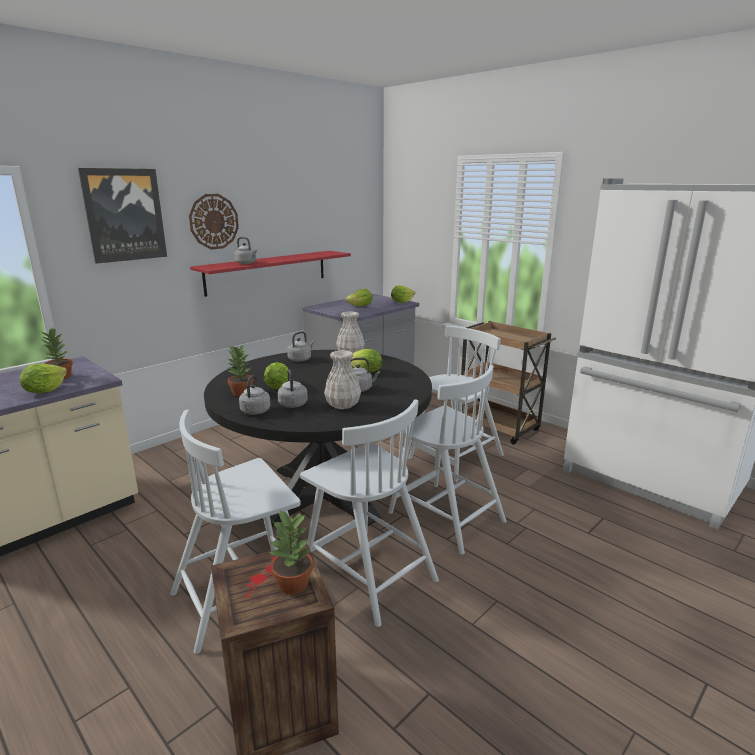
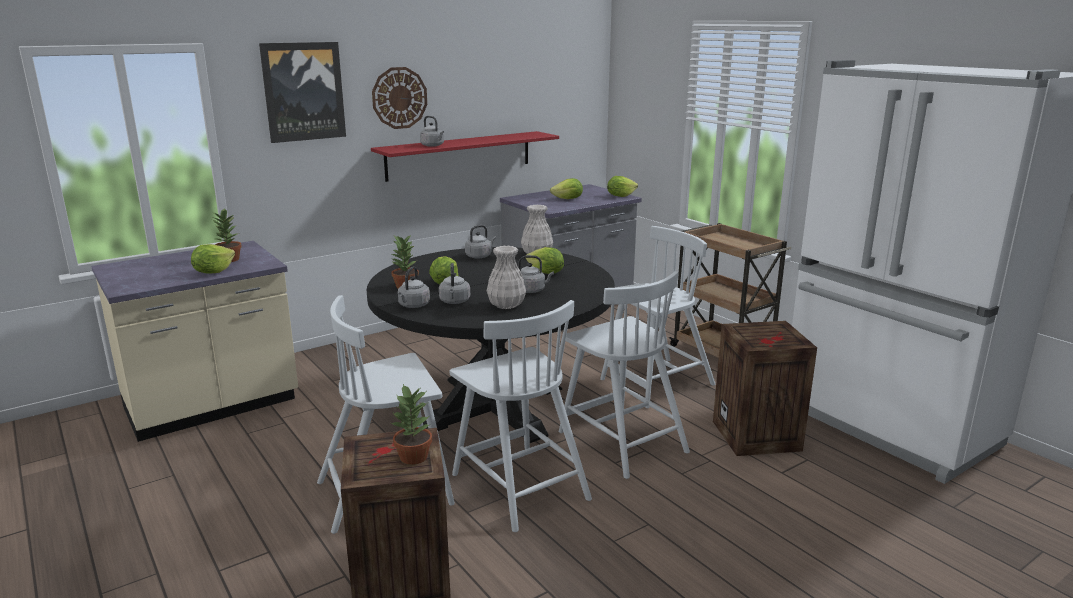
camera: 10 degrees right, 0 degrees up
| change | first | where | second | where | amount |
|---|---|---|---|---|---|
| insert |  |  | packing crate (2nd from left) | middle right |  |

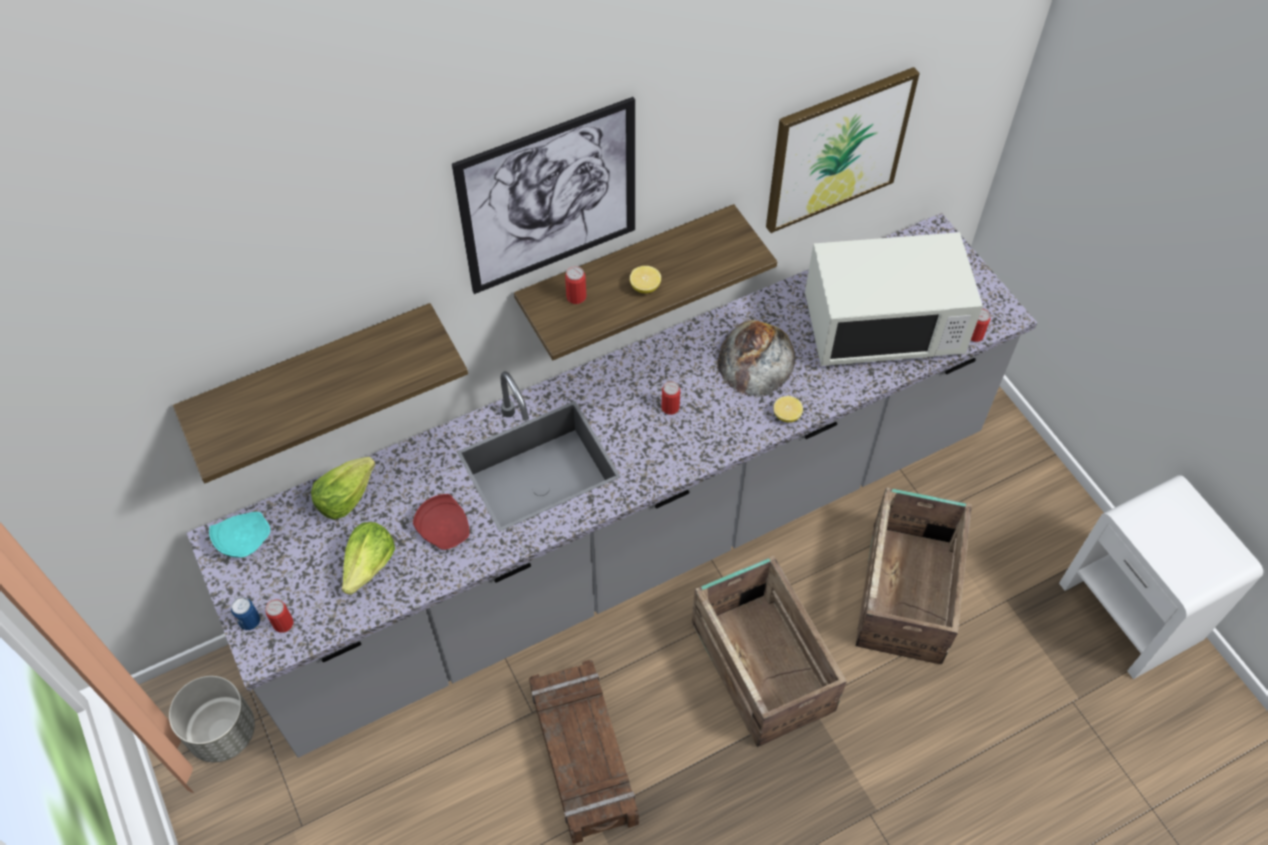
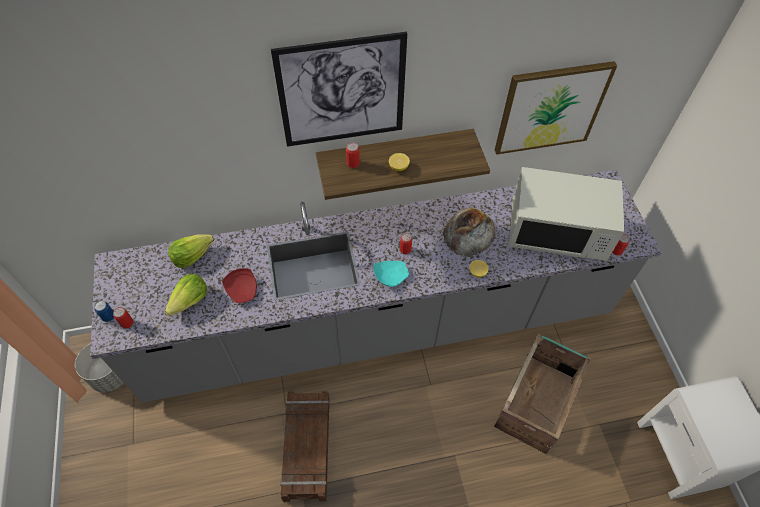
camera: 15 degrees right, 0 degrees up
| change | first | where | second | where | amount |
|---|---|---|---|---|---|
| delete | wall shelf (1st from left) | middle left |  |  |  |
| move | blue-green plate | middle left |  | centre |  |
| delete | packing crate (2nd from left) | bottom centre |  |  |  |

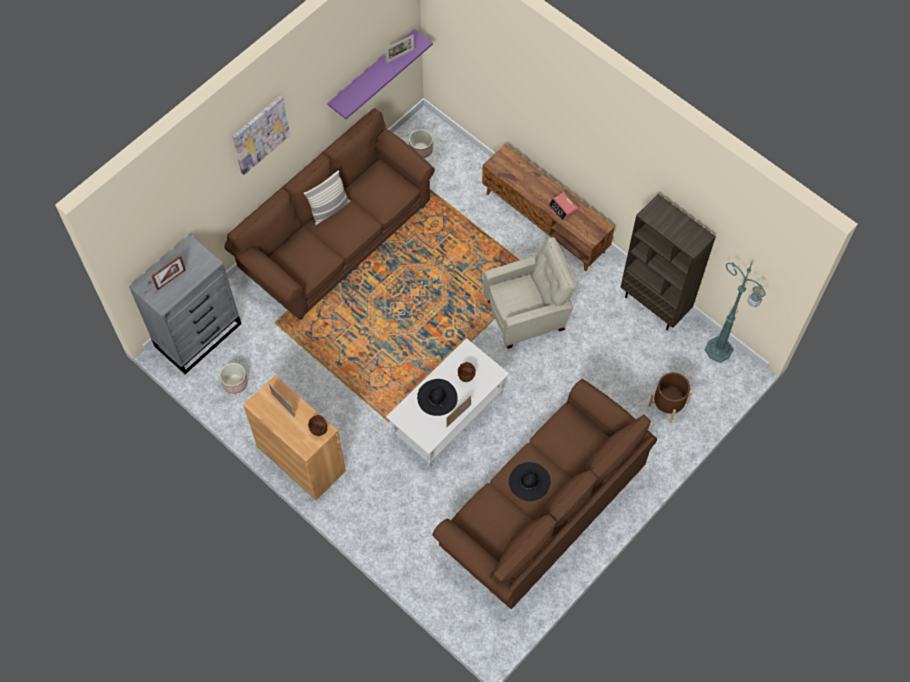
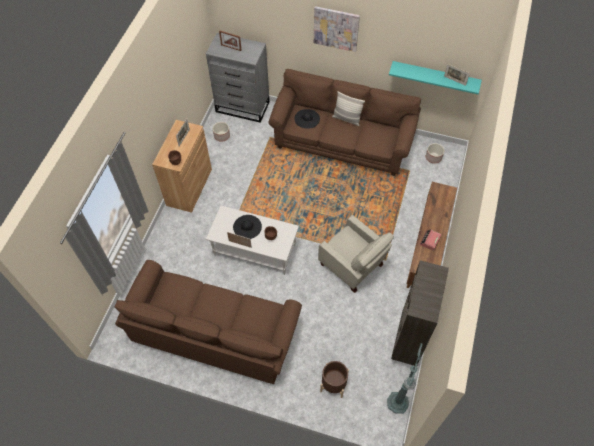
camera: 65 degrees right, 5 degrees down
| change | first | where | second | where | amount |
|---|---|---|---|---|---|
| recolor | purple-coloured wall shelf | top centre | blue-green wall shelf | top right |  |
| move | blackish wearable hat (2nd from left) | bottom centre |  | top centre |  |

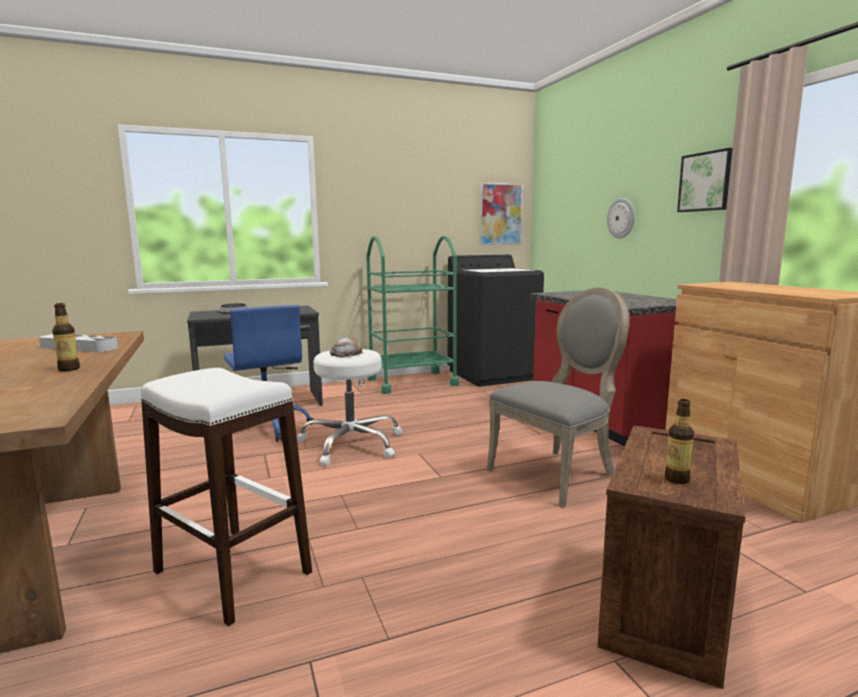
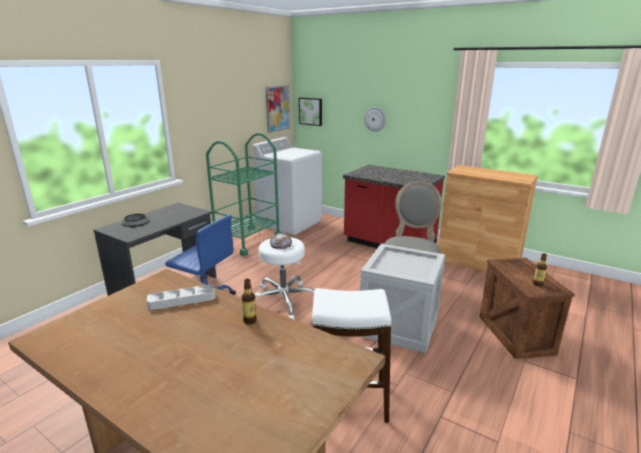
camera: 35 degrees left, 10 degrees up
| change | first | where | second | where | amount |
|---|---|---|---|---|---|
| recolor | blackish laundry machine | centre | white laundry machine | centre |  |
| move | picture (2nd from left) | top right |  | top centre |  |
| insert |  |  | packing crate (1st from left) | centre |  |

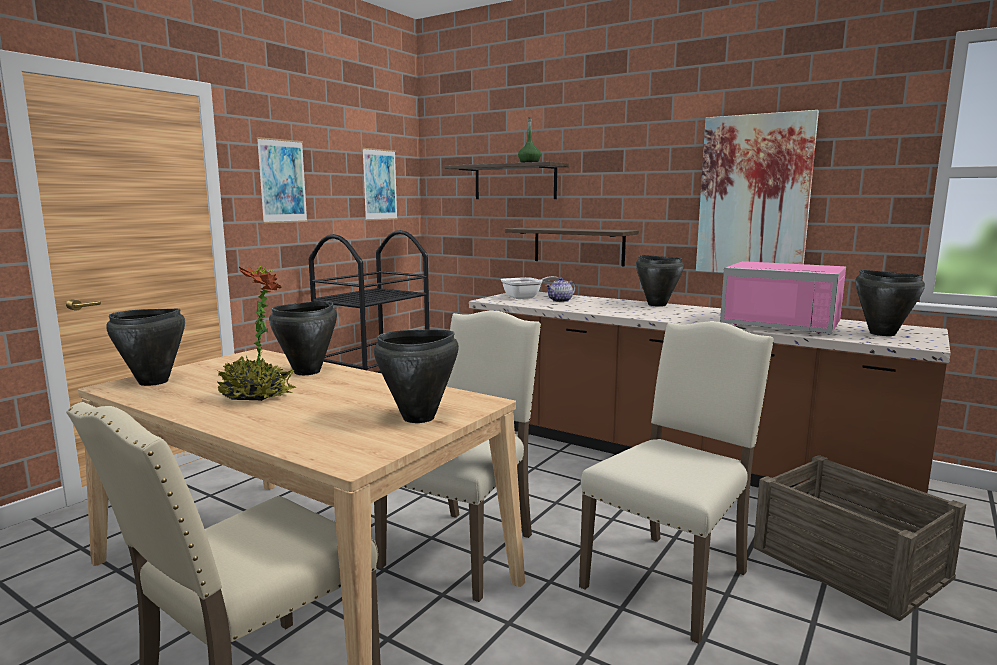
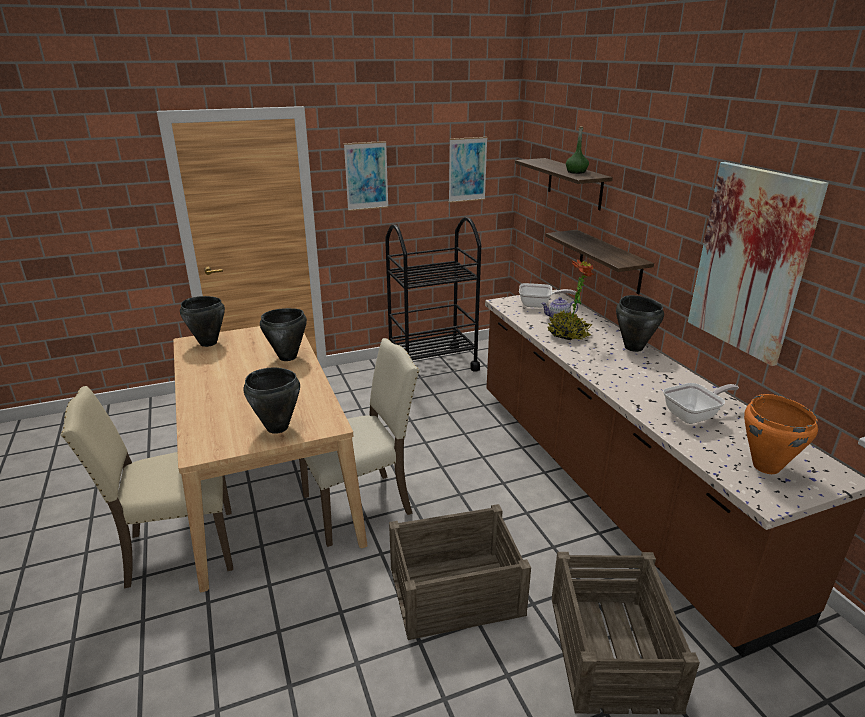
camera: 35 degrees right, 15 degrees up
| change | first | where | second | where | amount |
|---|---|---|---|---|---|
| move | potted plant | middle left |  | centre |  |
| replace | beige chair (3rd from left) | bottom right | packing crate (1st from left) | bottom centre |  |
| replace | pinkish microwave oven | middle right | frying pan (2nd from left) | middle right |  |
| recolor | blackish saucepot (5th from left) | middle right | orange-coloured saucepot | middle right |  |

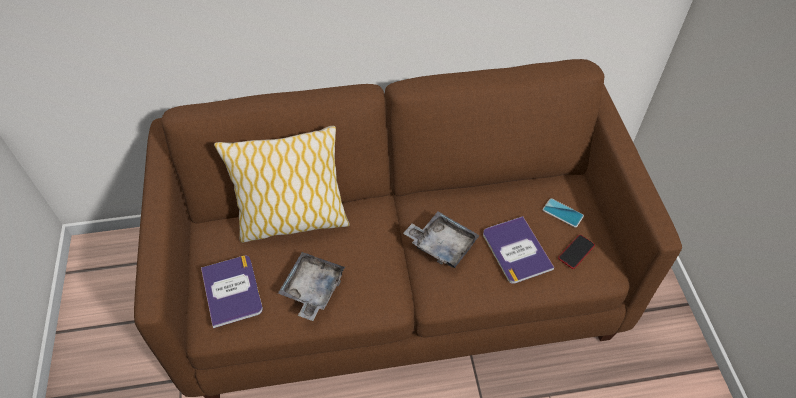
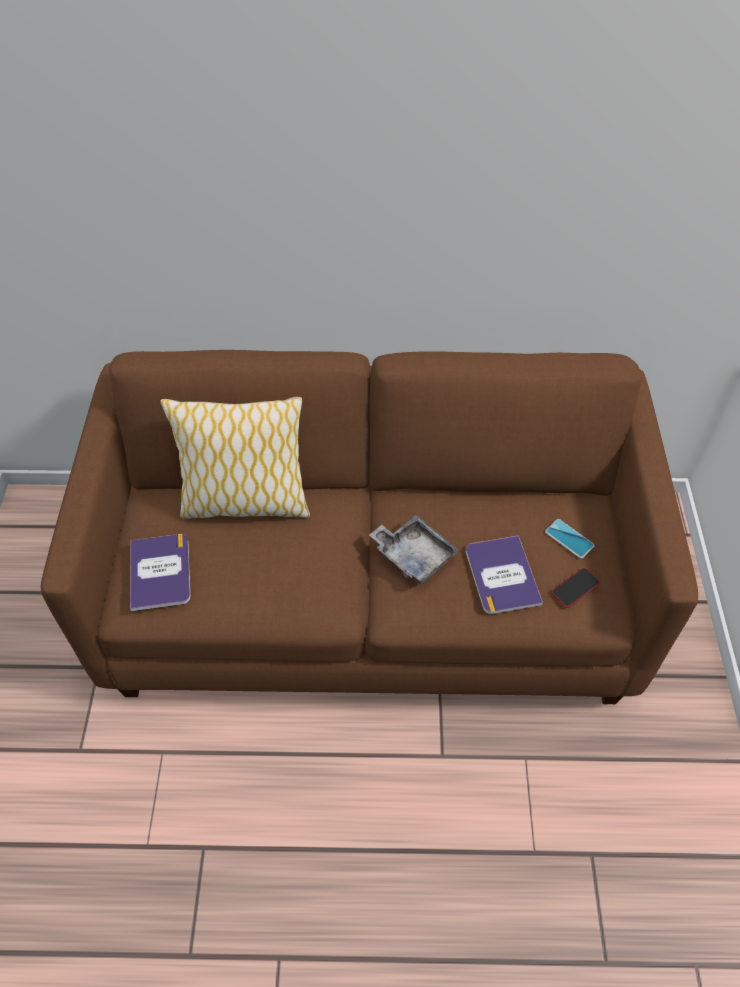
camera: 10 degrees right, 0 degrees up
| change | first | where | second | where | amount |
|---|---|---|---|---|---|
| delete | gray carrying tray (1st from left) | bottom centre |  |  |  |

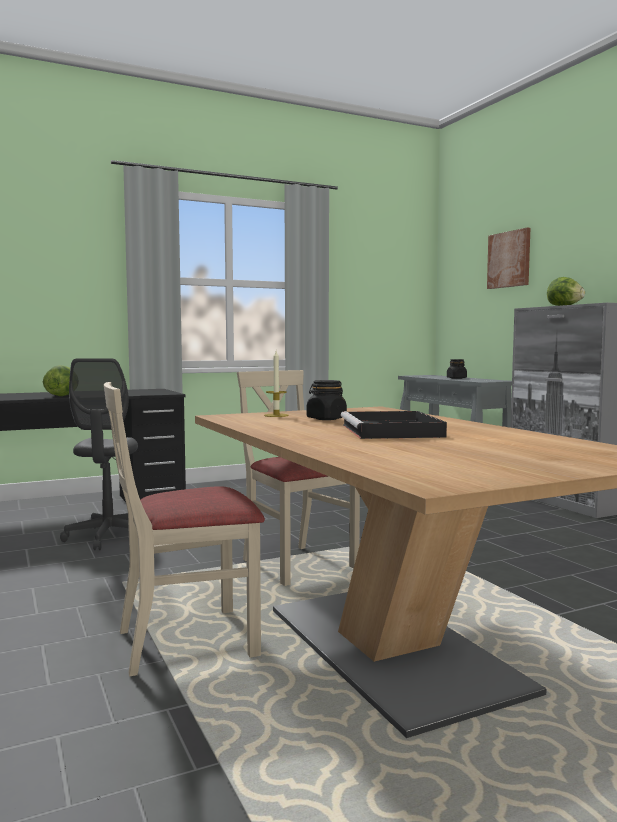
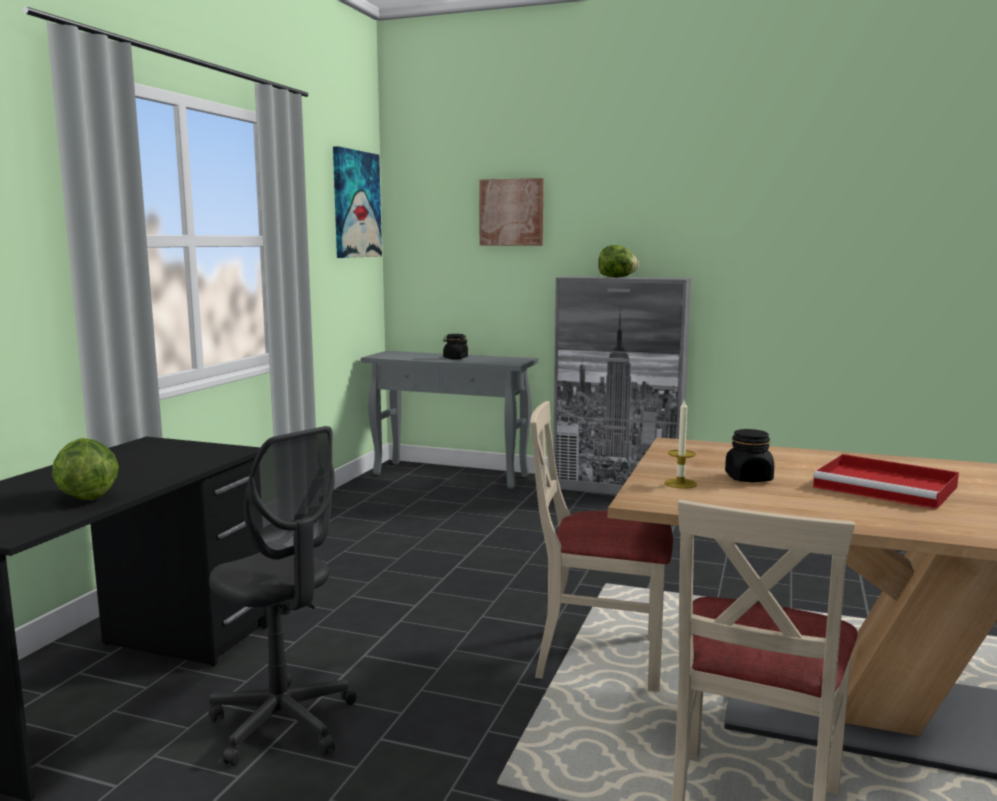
camera: 45 degrees left, 5 degrees up
| change | first | where | second | where | amount |
|---|---|---|---|---|---|
| recolor | blackish carrying tray | centre | red-coloured carrying tray | middle right |  |
| insert |  |  | picture (1st from left) | top centre |  |

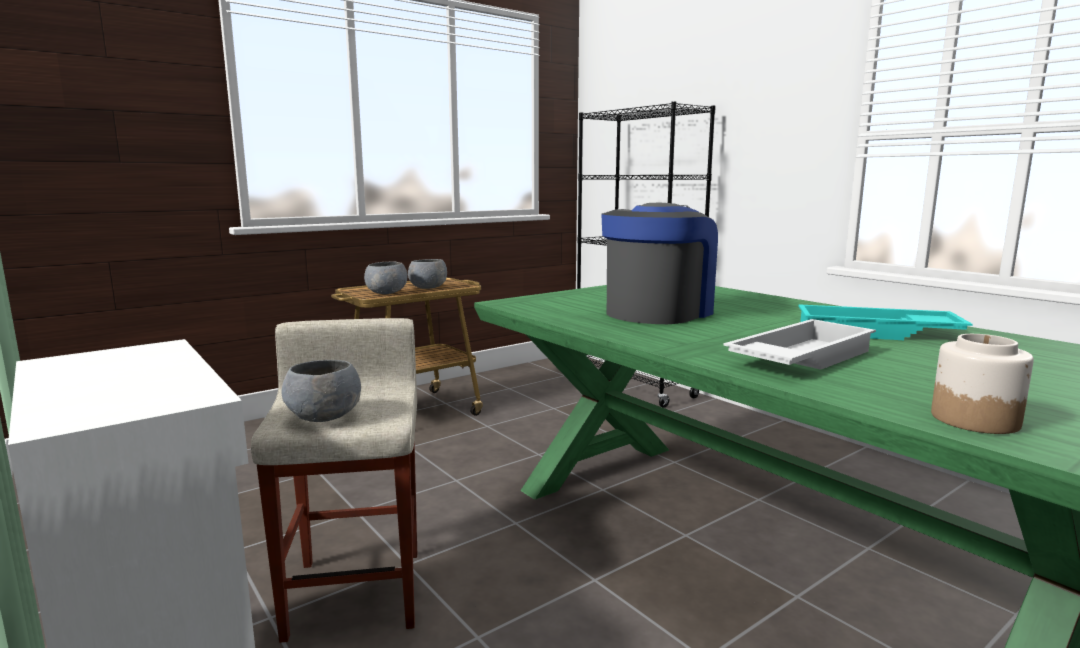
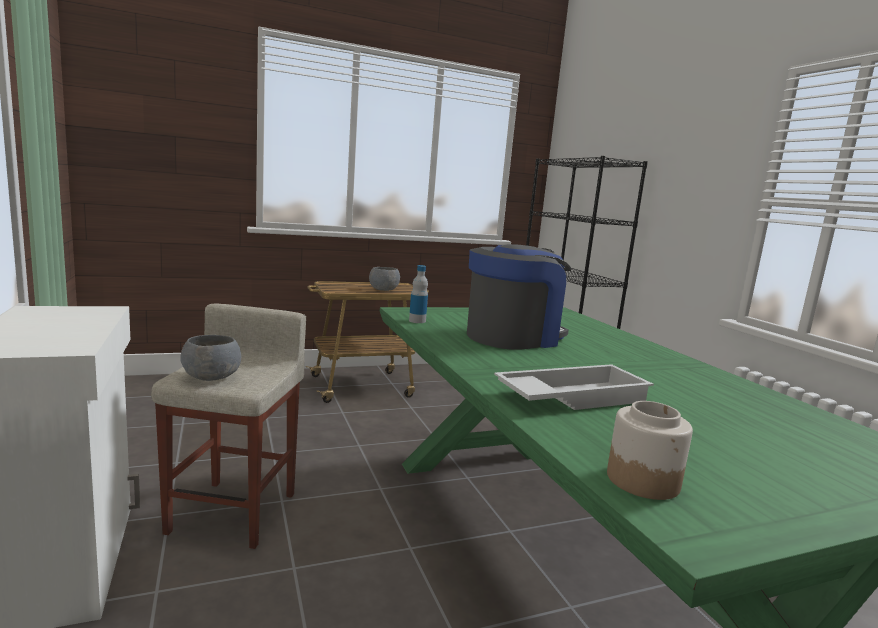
camera: 15 degrees right, 0 degrees up
| change | first | where | second | where | amount |
|---|---|---|---|---|---|
| delete | gray bowl (2nd from left) | centre |  |  |  |
| delete | blue-green carrying tray | middle right |  |  |  |
| insert |  |  | beverage bottle | centre |  |

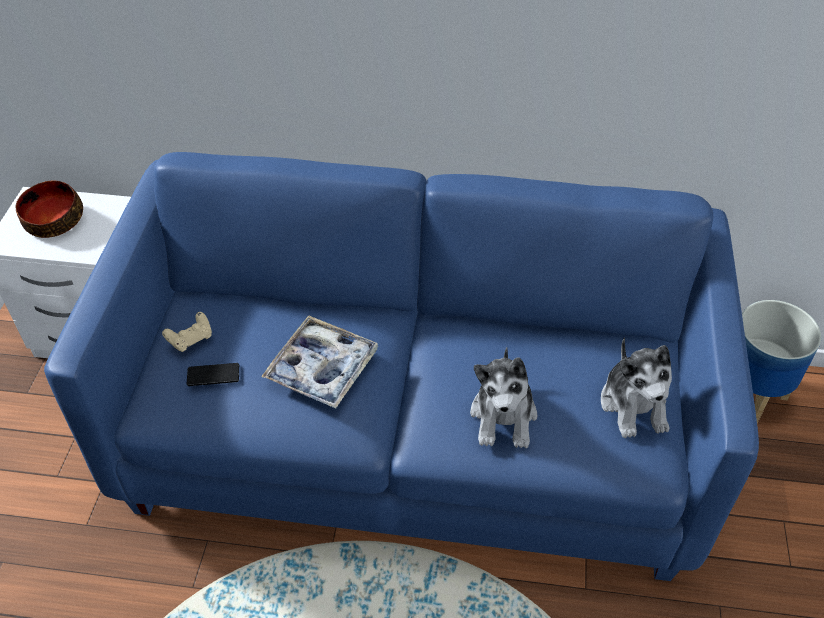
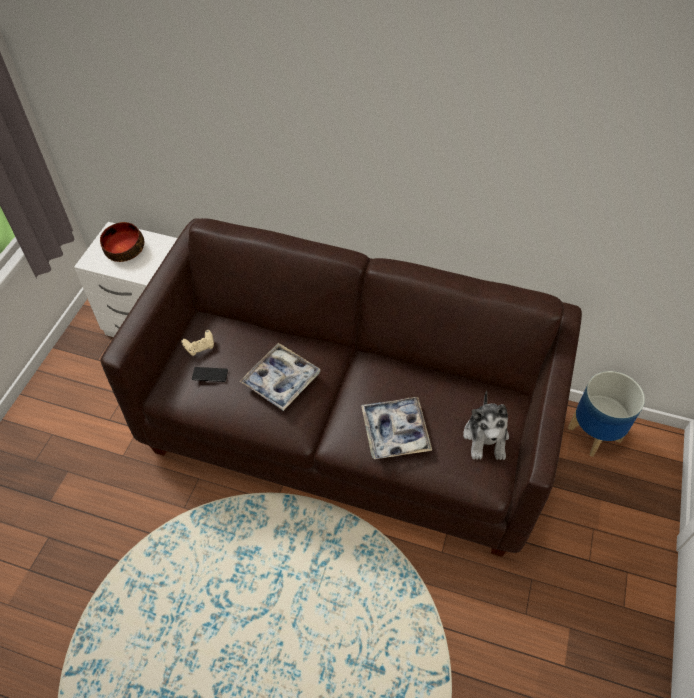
camera: 10 degrees right, 5 degrees up
| change | first | where | second | where | amount |
|---|---|---|---|---|---|
| recolor | blue sofa | centre | brownish sofa | centre |  |
| replace | soft toy (1st from left) | centre | carrying tray (2nd from left) | centre |  |

